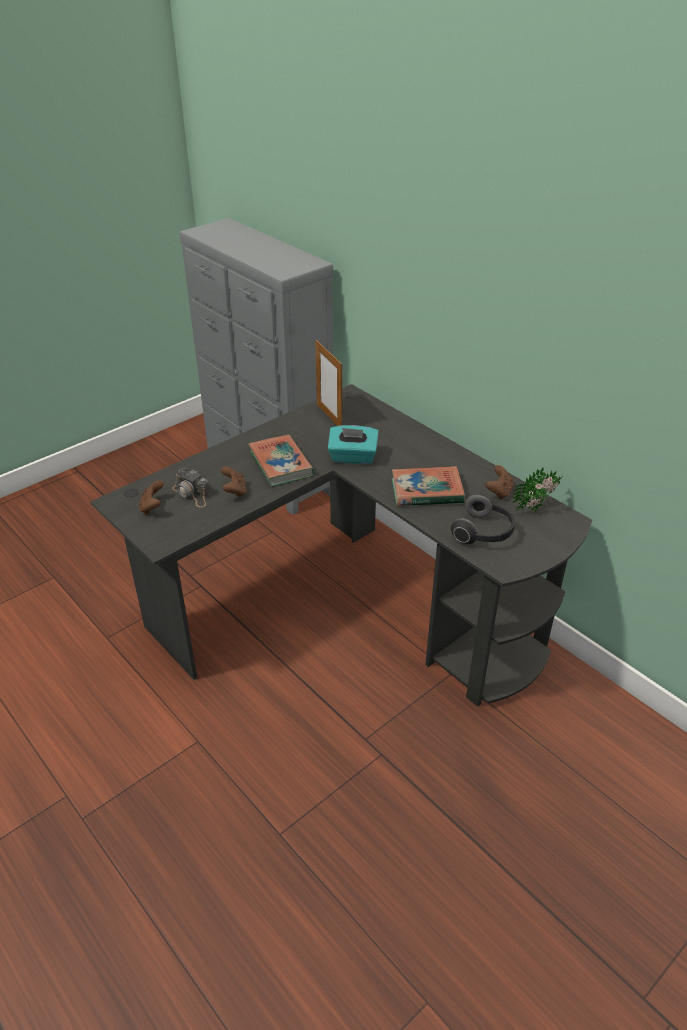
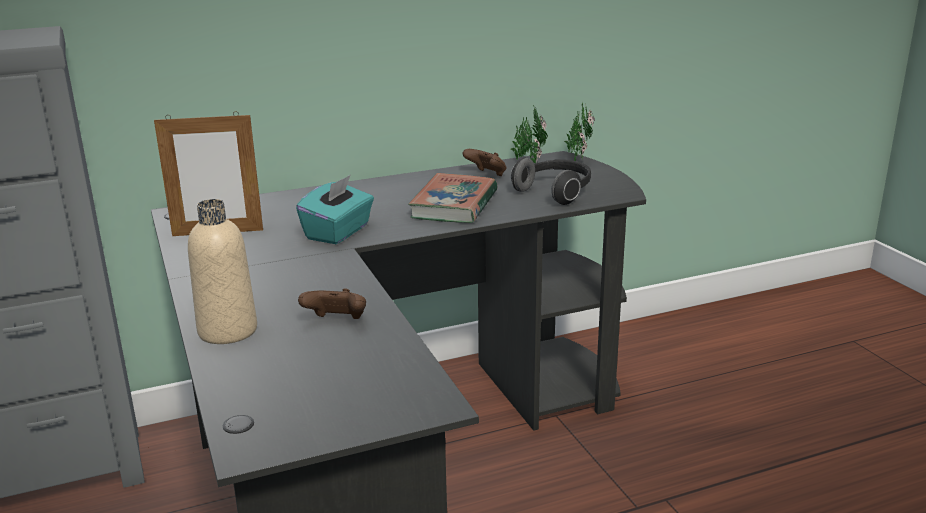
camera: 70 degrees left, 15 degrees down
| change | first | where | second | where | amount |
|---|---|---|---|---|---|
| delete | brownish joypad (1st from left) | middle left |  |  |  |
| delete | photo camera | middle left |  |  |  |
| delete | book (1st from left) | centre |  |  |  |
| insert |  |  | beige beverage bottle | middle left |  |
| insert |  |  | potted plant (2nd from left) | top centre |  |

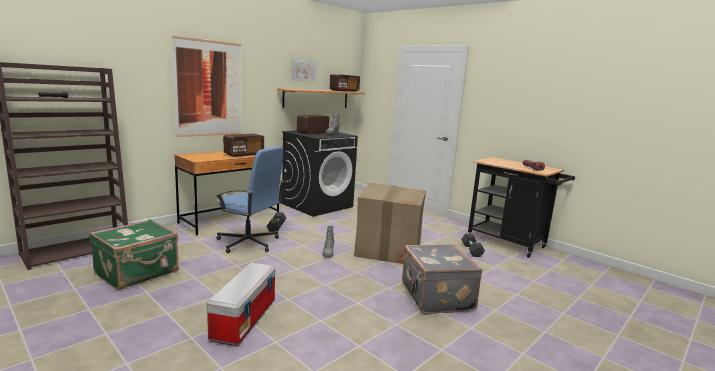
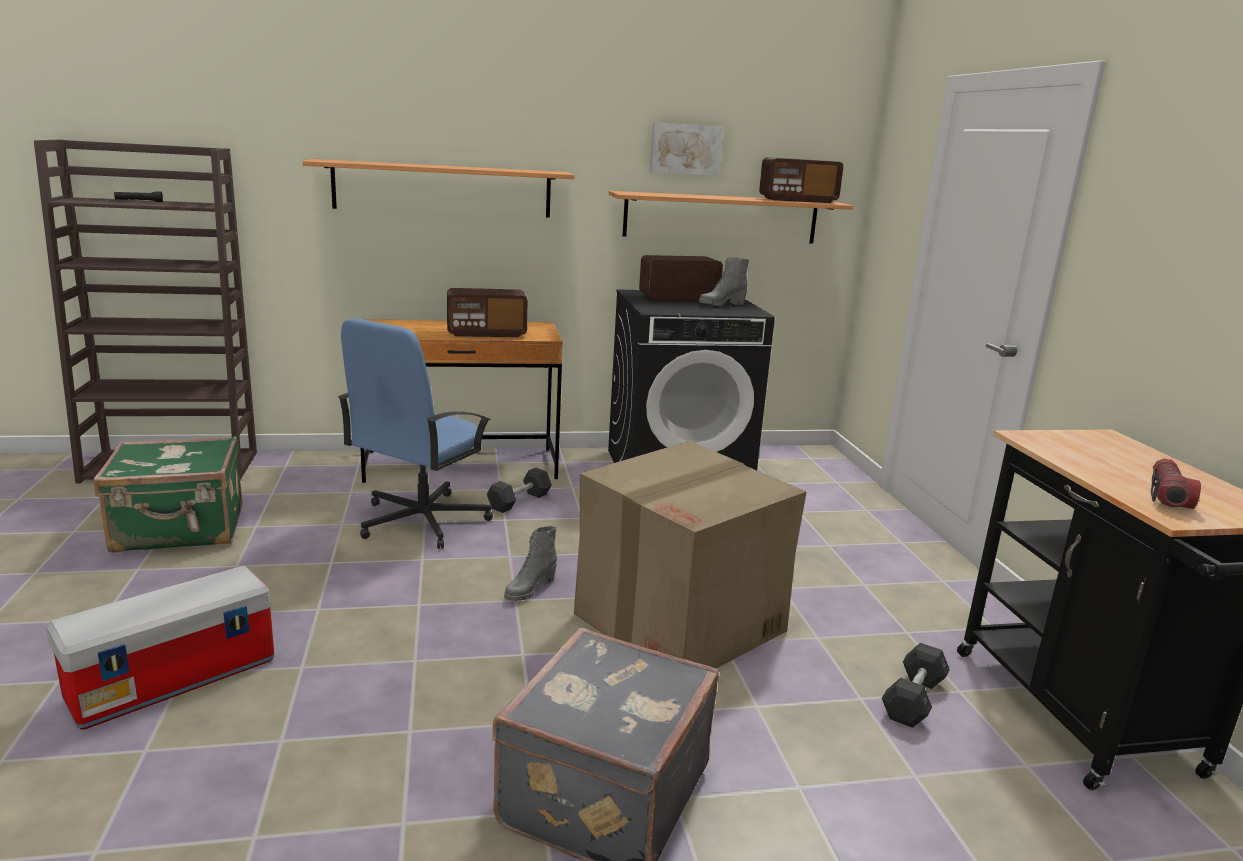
camera: 35 degrees right, 5 degrees up
| change | first | where | second | where | amount |
|---|---|---|---|---|---|
| replace | picture (1st from left) | top left | wall shelf (1st from left) | top centre |  |
| rotate | blue computer chair | centre |  | centre | 60 degrees clockwise |

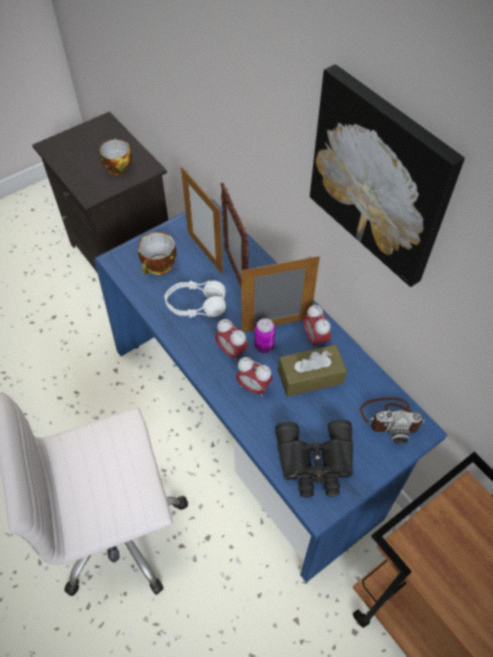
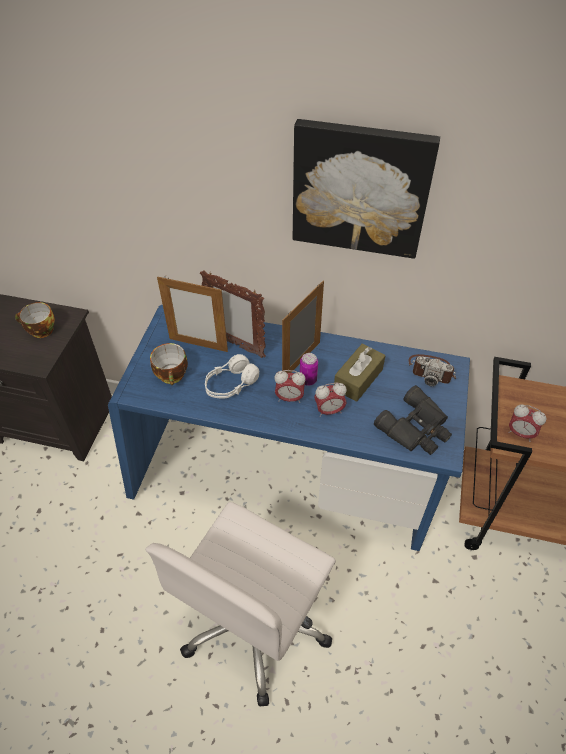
camera: 40 degrees left, 5 degrees down
| change | first | where | second | where | amount |
|---|---|---|---|---|---|
| move | bedside clock (3rd from left) | centre |  | middle right |  |
| rotate | photo camera | middle right |  | middle right | 60 degrees clockwise |

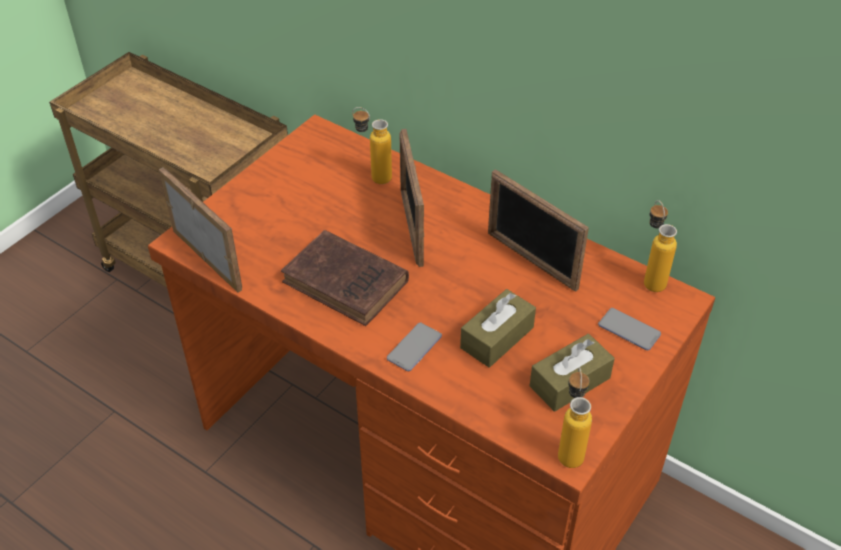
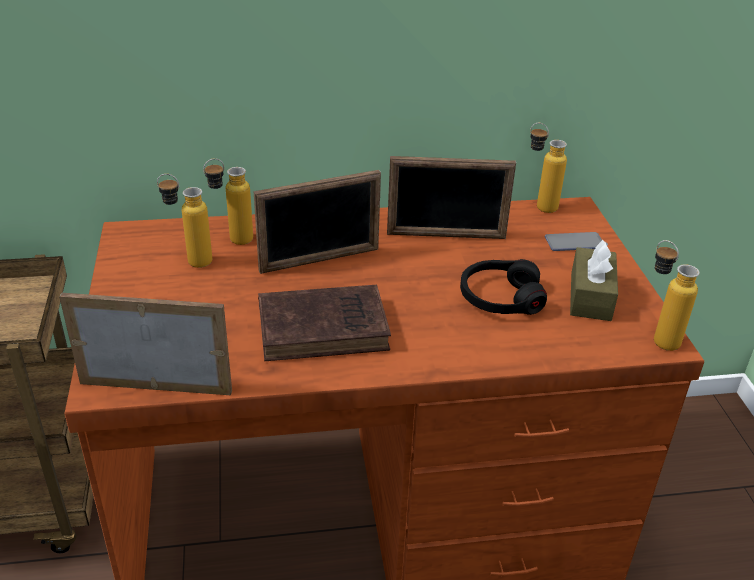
camera: 45 degrees left, 10 degrees down
| change | first | where | second | where | amount |
|---|---|---|---|---|---|
| delete | telephone (1st from left) | centre |  |  |  |
| rotate | picture frame (2nd from left) | centre |  | centre | 60 degrees counterclockwise |
| replace | brownish tissue holder (1st from left) | centre | blackish headphones | middle right |  |
| insert |  |  | beverage bottle (1st from left) | middle left |  |

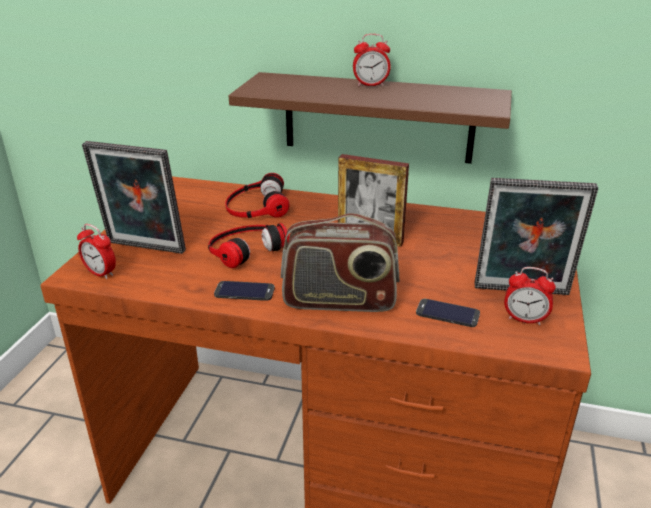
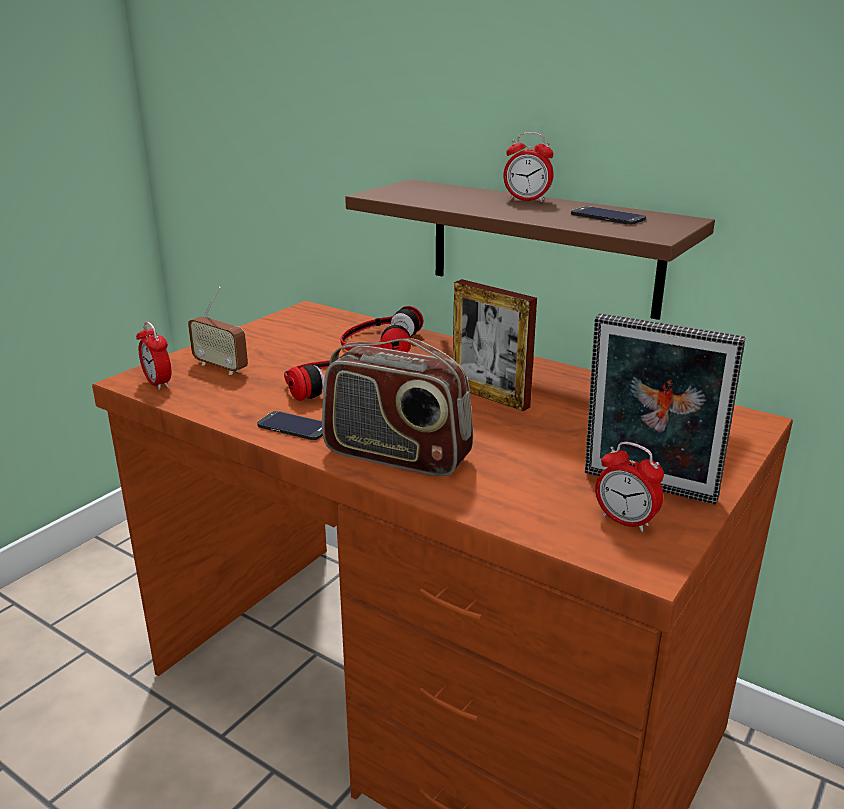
camera: 20 degrees right, 5 degrees down
| change | first | where | second | where | amount |
|---|---|---|---|---|---|
| replace | picture frame (1st from left) | middle left | radio receiver (1st from left) | middle left |  |
| move | telephone (2nd from left) | middle right |  | top right |  |

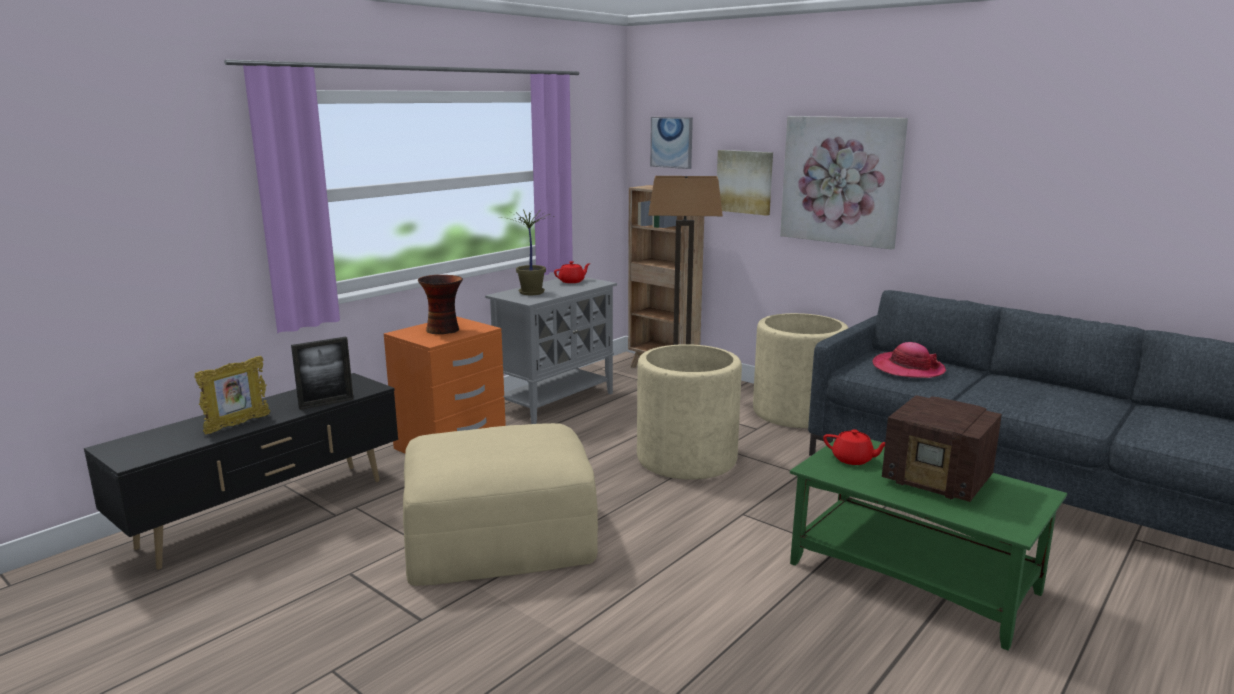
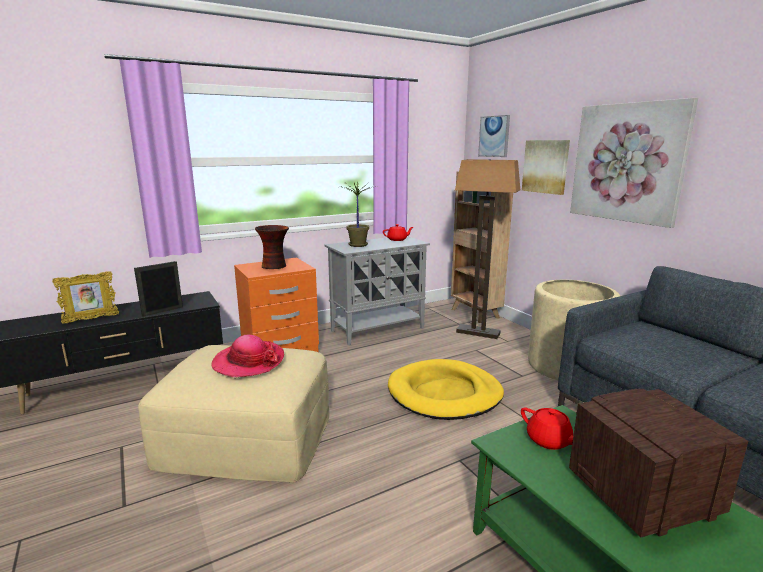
camera: 20 degrees right, 0 degrees up
| change | first | where | second | where | amount |
|---|---|---|---|---|---|
| rotate | picture frame (2nd from left) | middle left |  | middle left | 150 degrees clockwise |
| replace | beige planter (1st from left) | centre | yellow-coloured dog bed | bottom centre |  |
| move | wearable hat | middle right |  | middle left |  |
| rotate | radio receiver | middle right |  | bottom right | 105 degrees clockwise |

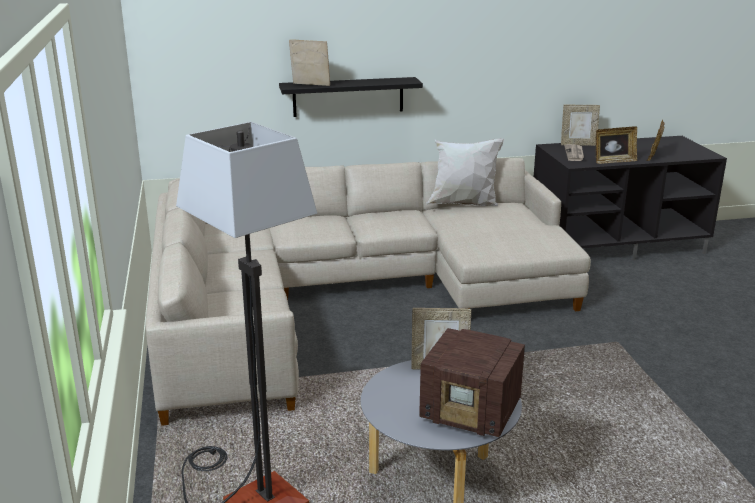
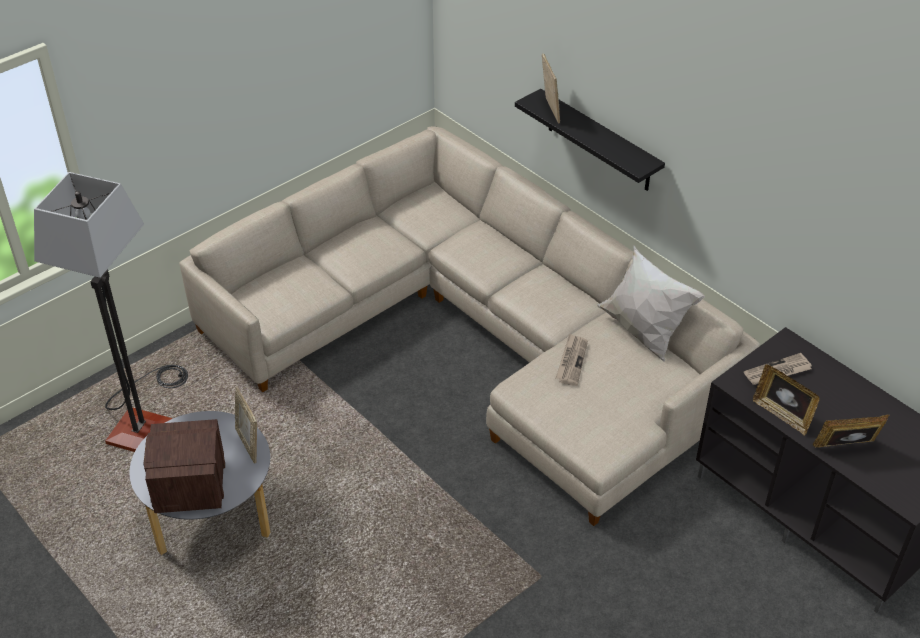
camera: 60 degrees right, 20 degrees up
| change | first | where | second | where | amount |
|---|---|---|---|---|---|
| delete | picture frame (3rd from left) | top right |  |  |  |
| insert |  |  | printed paper (1st from left) | centre |  |

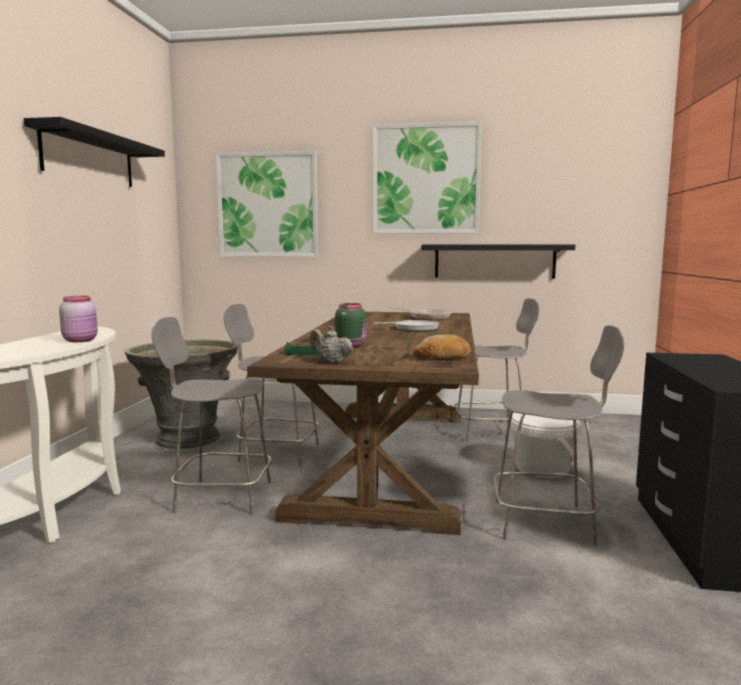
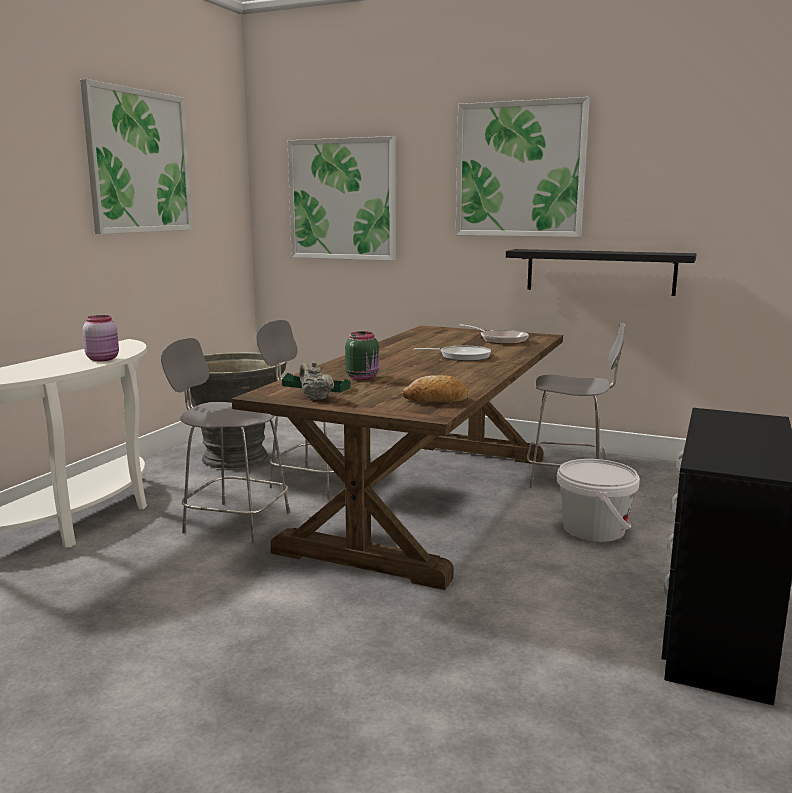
camera: 15 degrees right, 5 degrees up
| change | first | where | second | where | amount |
|---|---|---|---|---|---|
| replace | blackish wall shelf (1st from left) | top left | picture (1st from left) | top left |  |
| delete | gray chair (4th from left) | middle right |  |  |  |

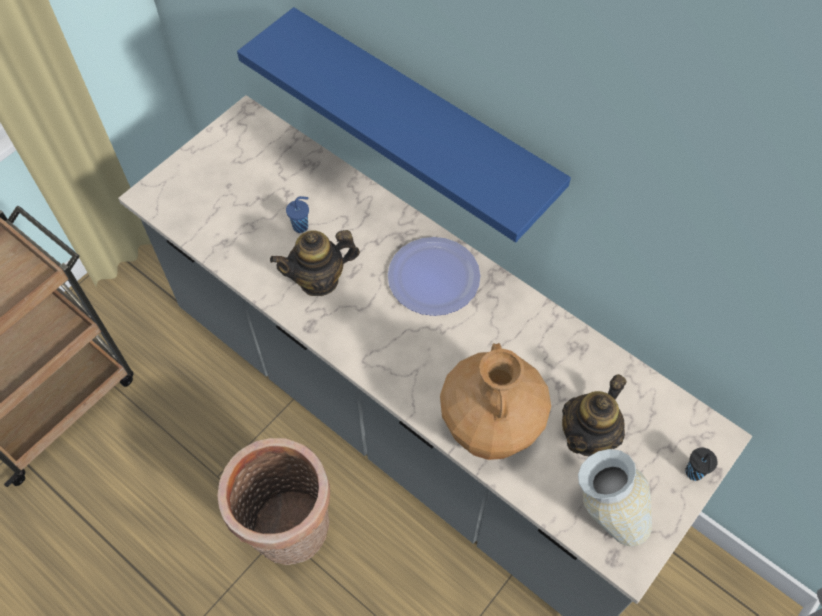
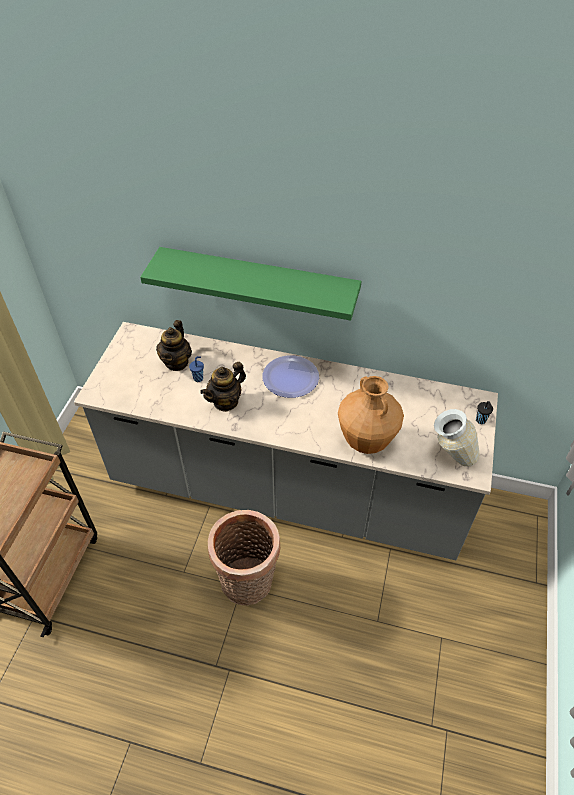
camera: 25 degrees left, 10 degrees down
| change | first | where | second | where | amount |
|---|---|---|---|---|---|
| recolor | blue wall shelf | top centre | green wall shelf | centre |  |
| move | pot for tea (2nd from left in the first image) | bottom right | pot for tea (1st from left) | middle left |  |

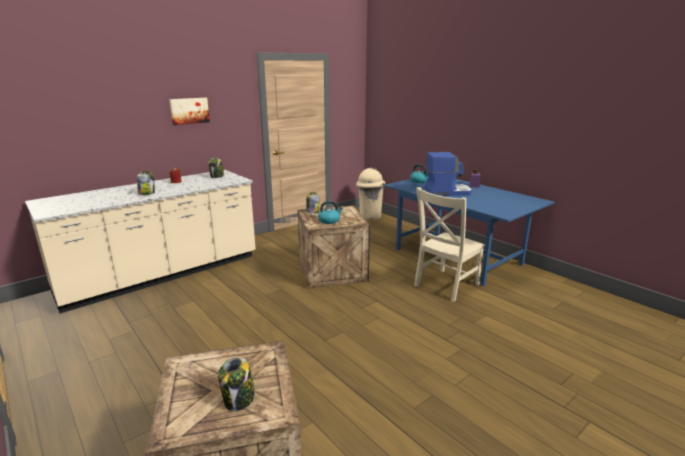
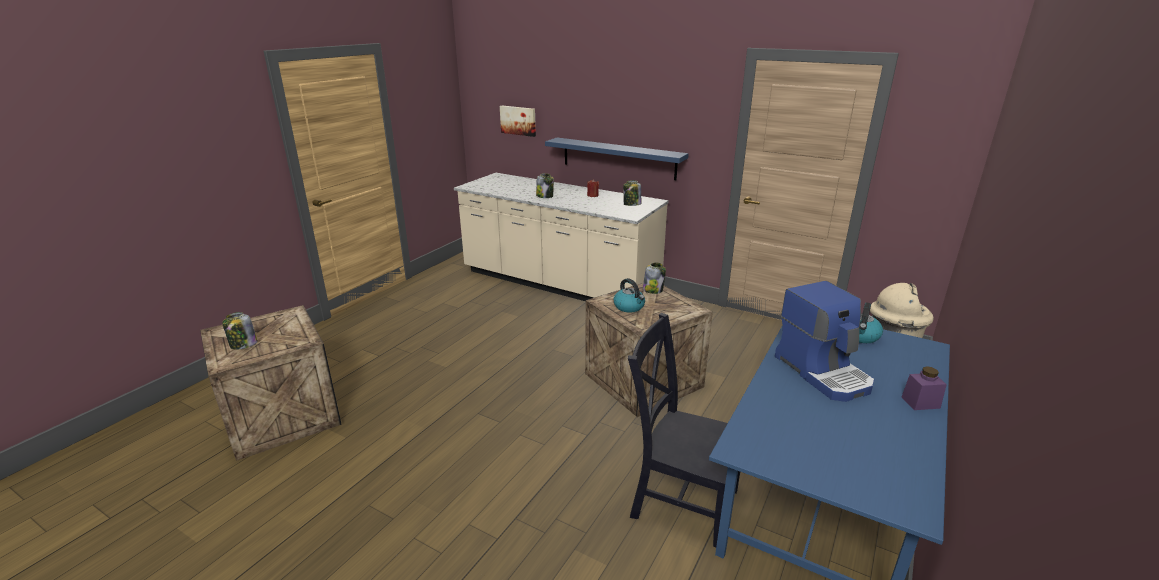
camera: 70 degrees right, 5 degrees up
| change | first | where | second | where | amount |
|---|---|---|---|---|---|
| move | picture | top left |  | top centre |  |
| recolor | beige chair | centre | blackish chair | bottom centre |  |
| insert |  |  | blue wall shelf | top centre |  |

